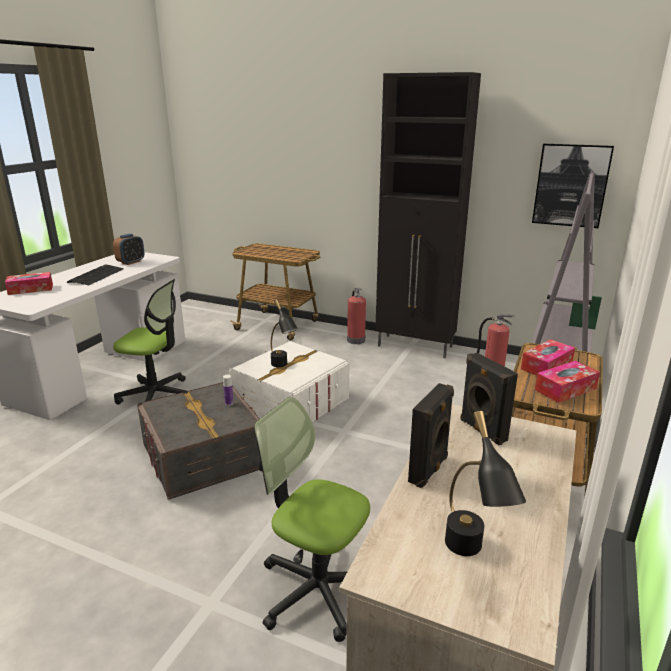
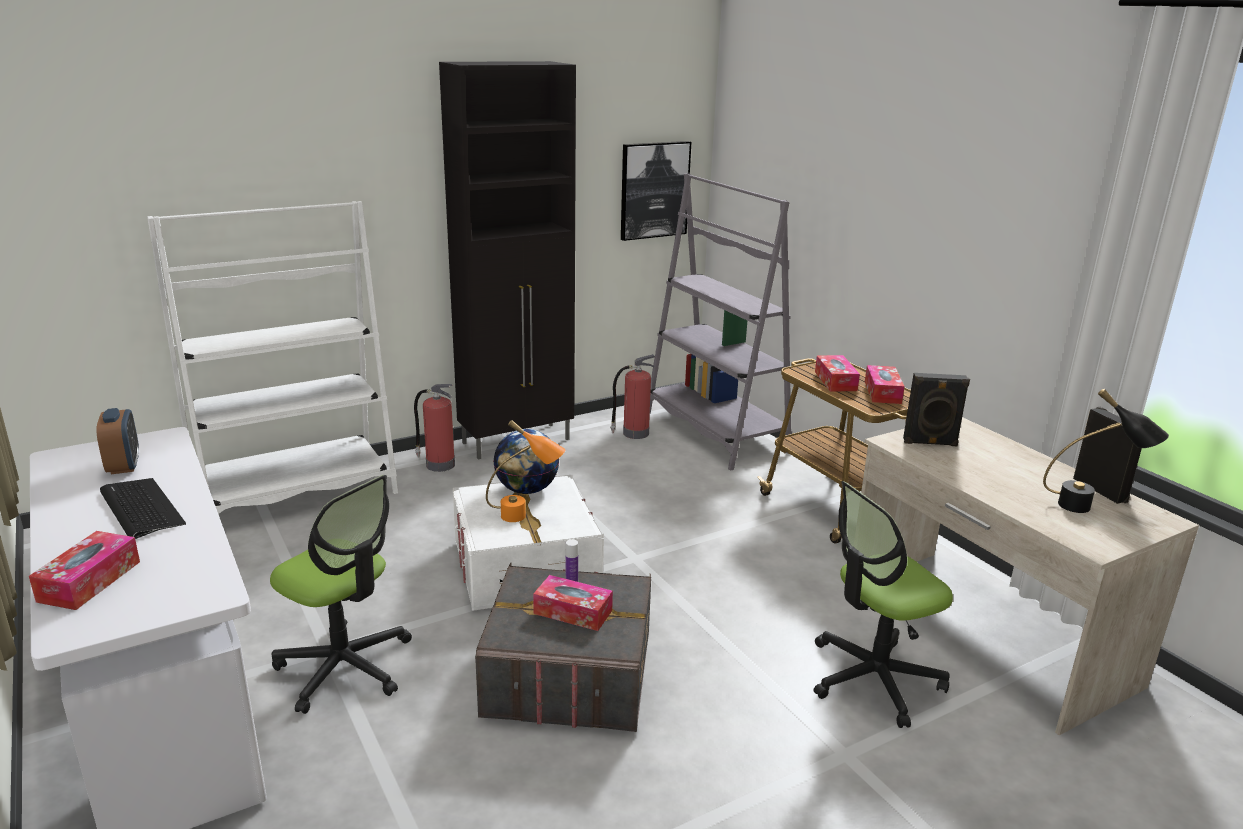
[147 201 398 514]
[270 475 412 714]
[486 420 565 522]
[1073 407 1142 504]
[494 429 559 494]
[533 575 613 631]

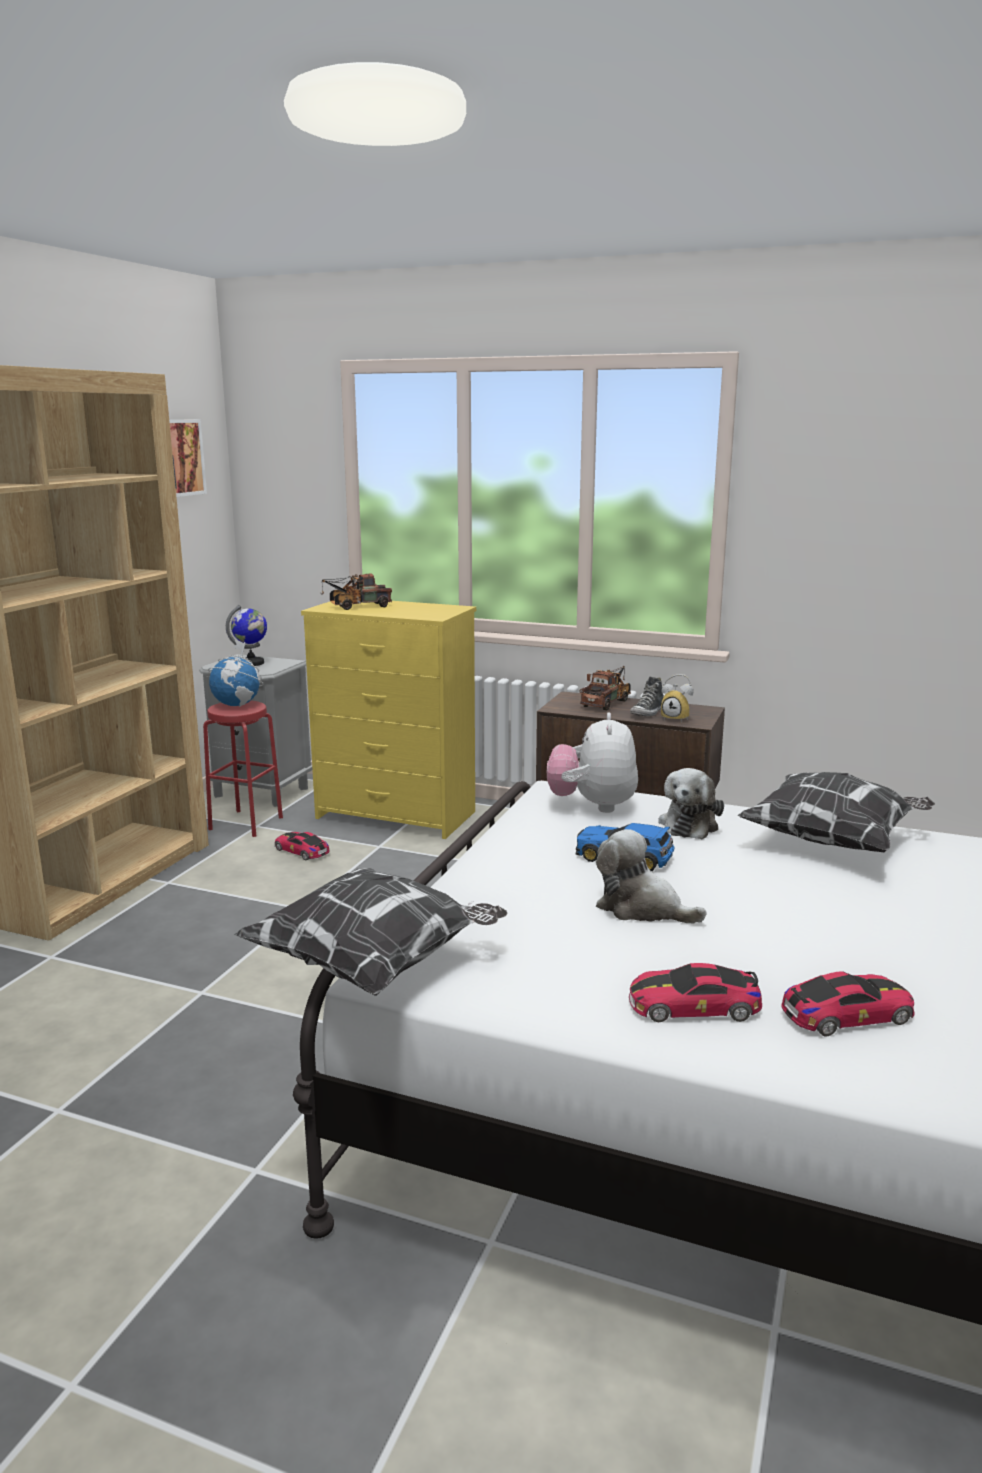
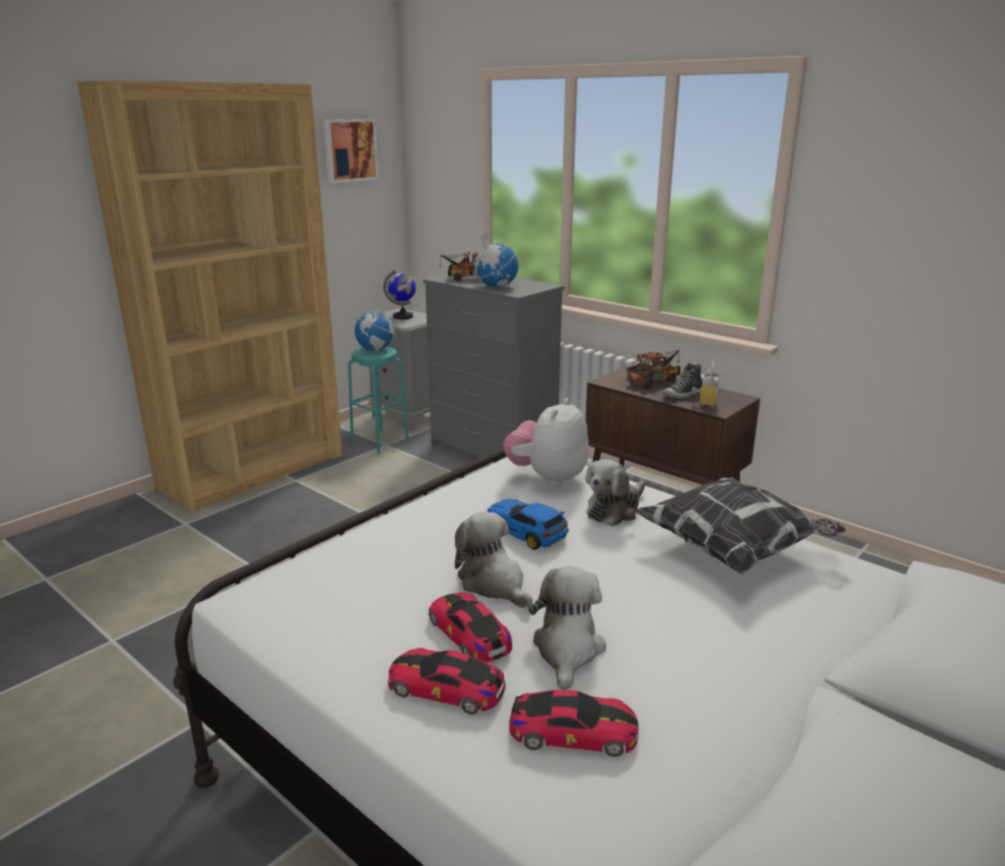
[423 274 564 461]
[691 362 719 408]
[348 347 409 454]
[429 592 512 663]
[234 868 508 996] (first image)
[474 231 518 287]
[529 566 606 690]

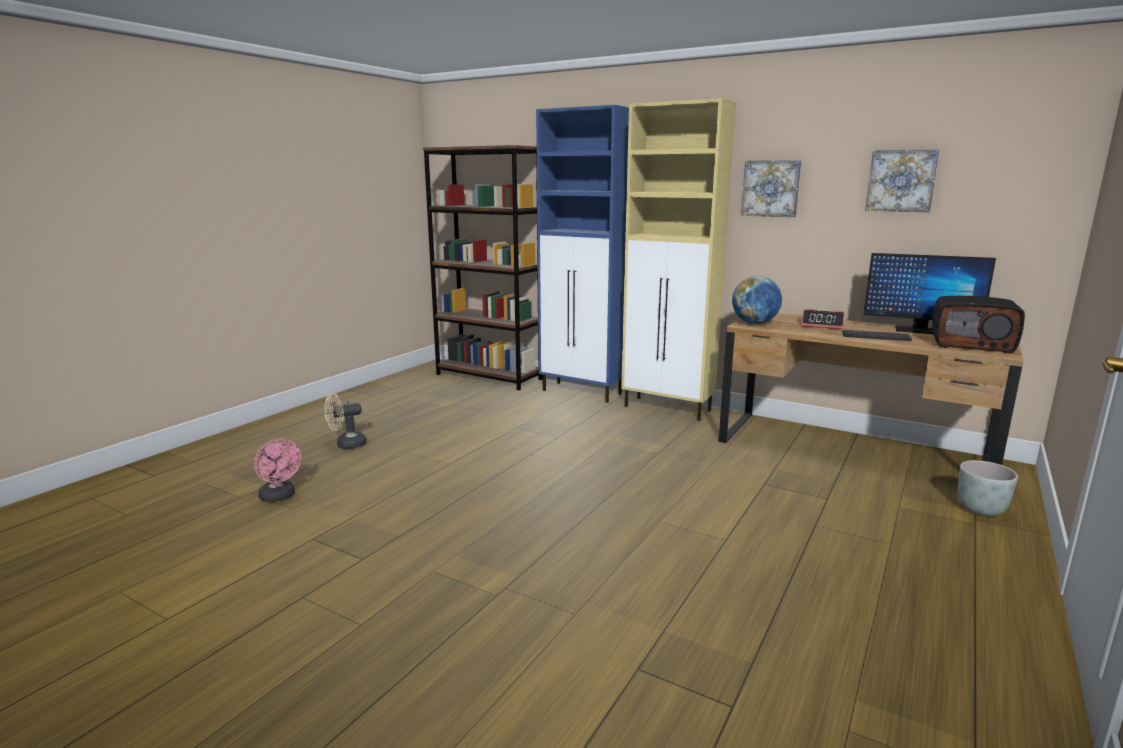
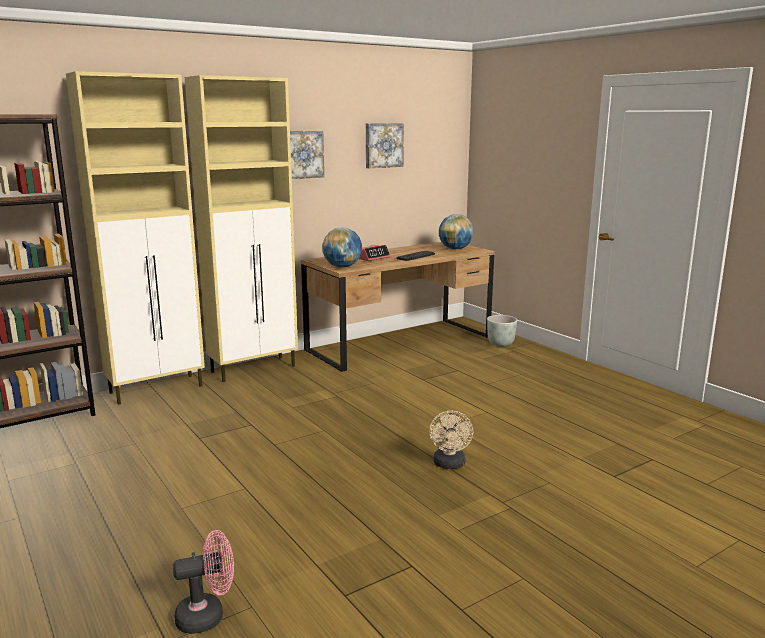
[66 71 205 405]
[864 253 996 334] (first image)
[439 214 474 249]
[429 411 473 469]

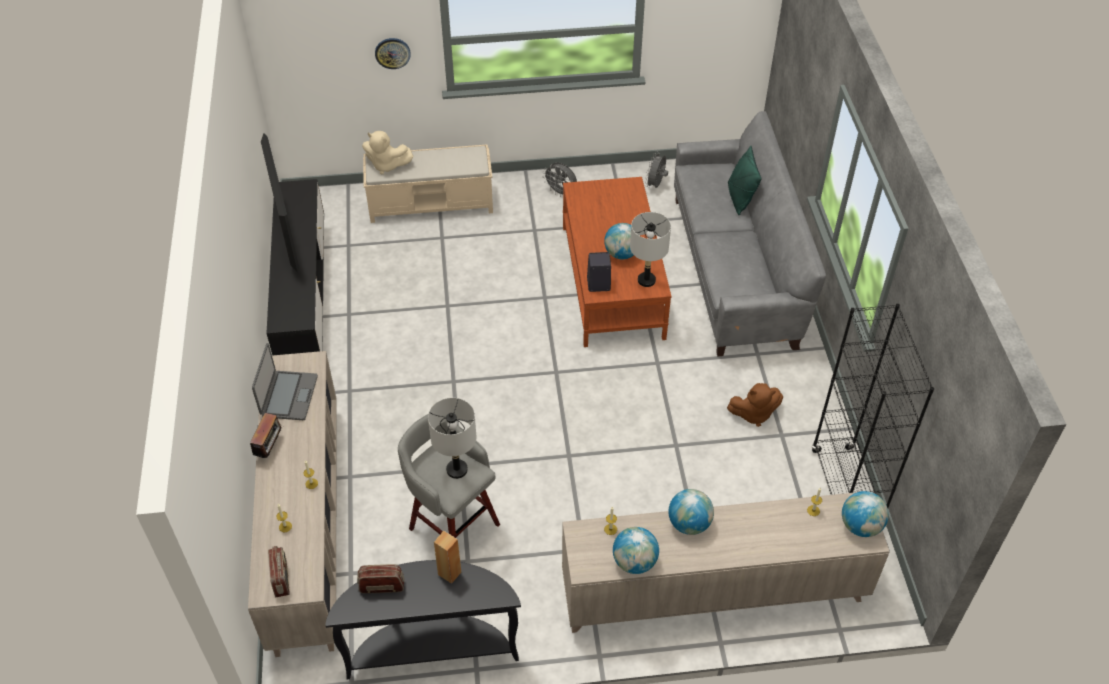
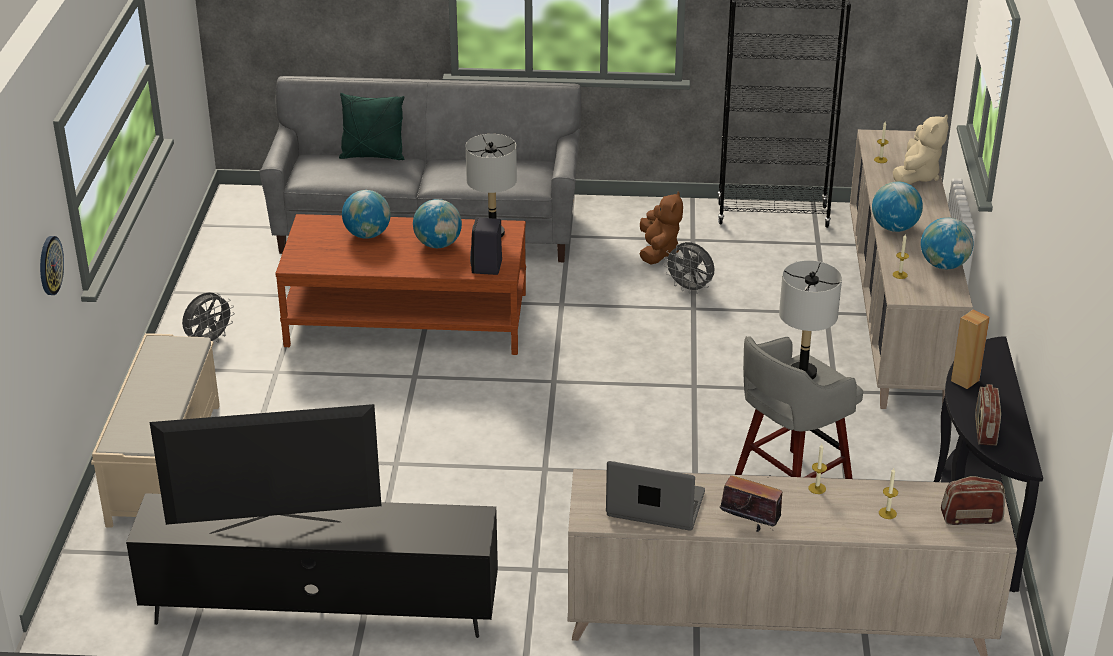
[893 114 949 184]
[663 242 714 294]
[342 190 391 239]

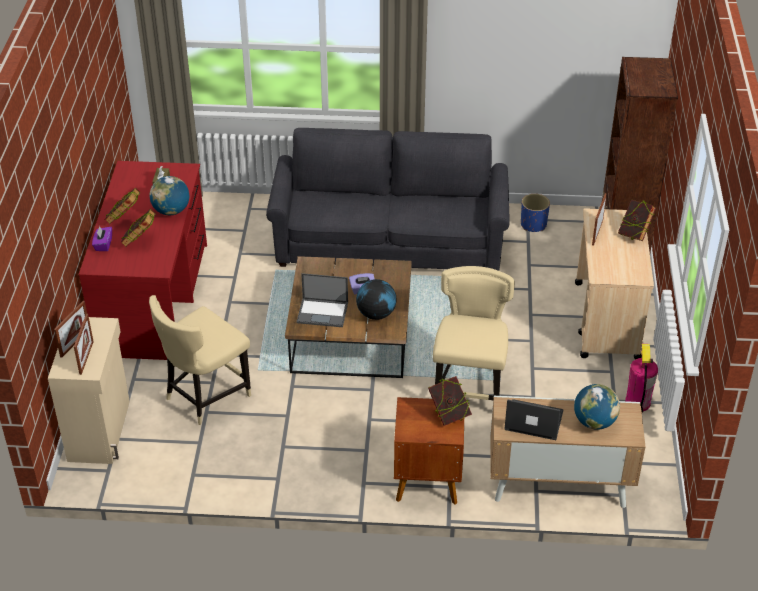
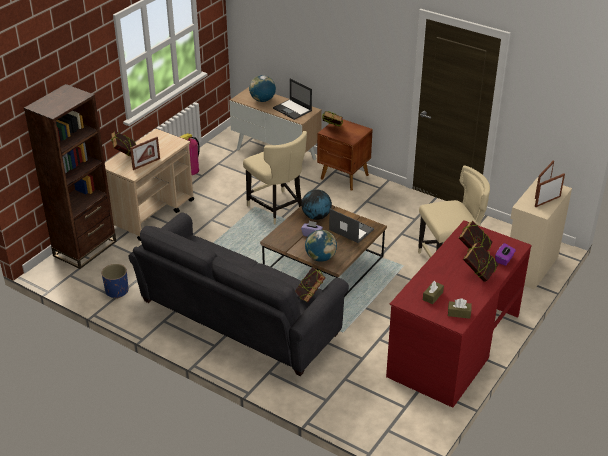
[305 230 337 262]
[243 131 307 225]
[295 267 325 303]
[448 298 472 319]

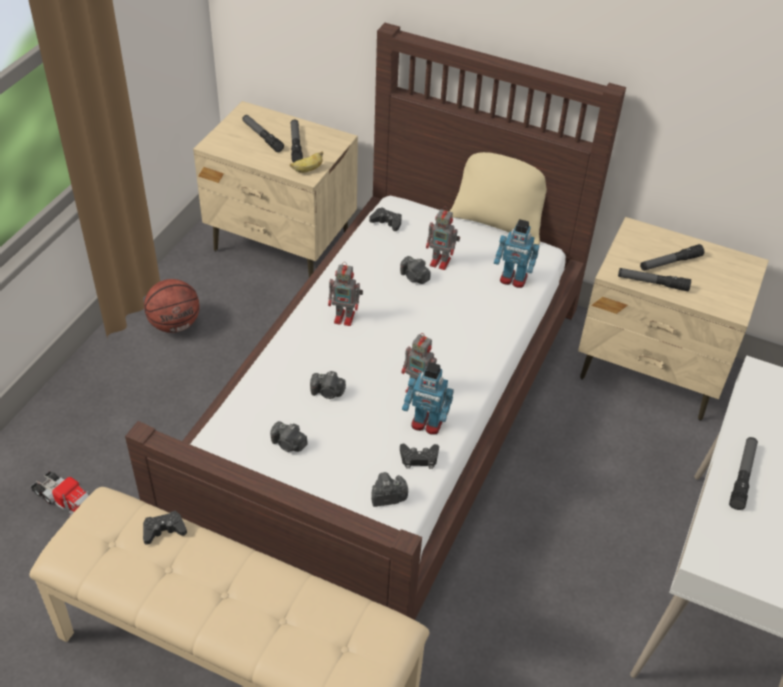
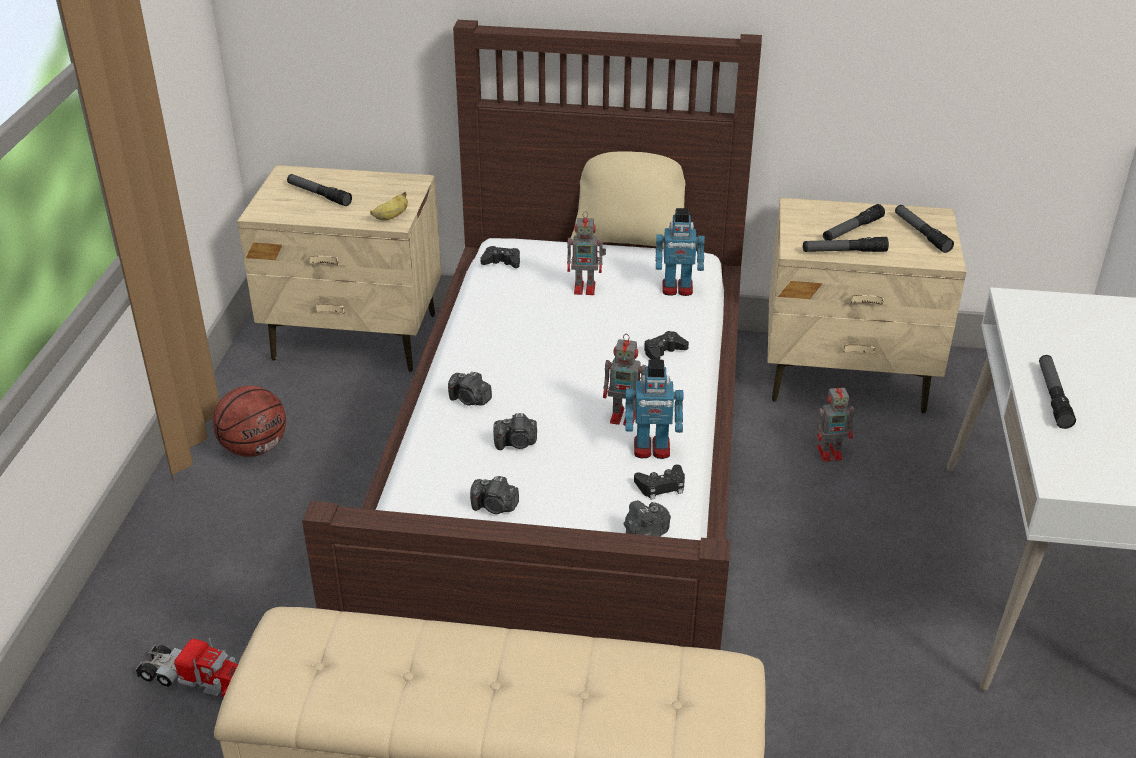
[895 205 954 253]
[448 371 492 406]
[817 383 854 462]
[644 331 689 360]

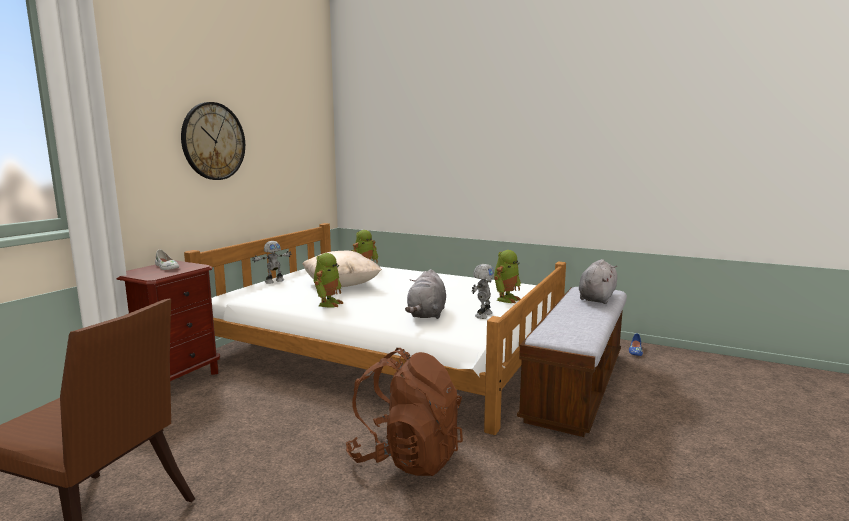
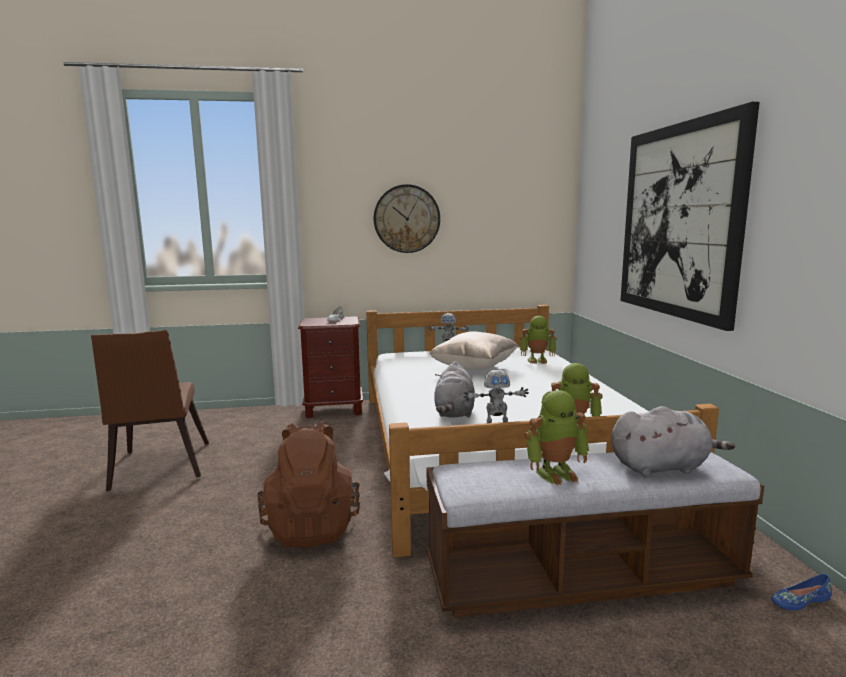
[524 390 590 485]
[434 361 475 418]
[620 102 760 331]

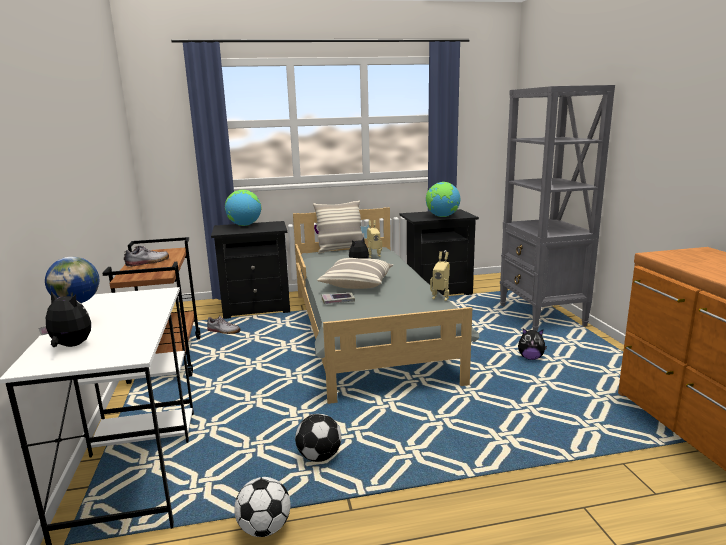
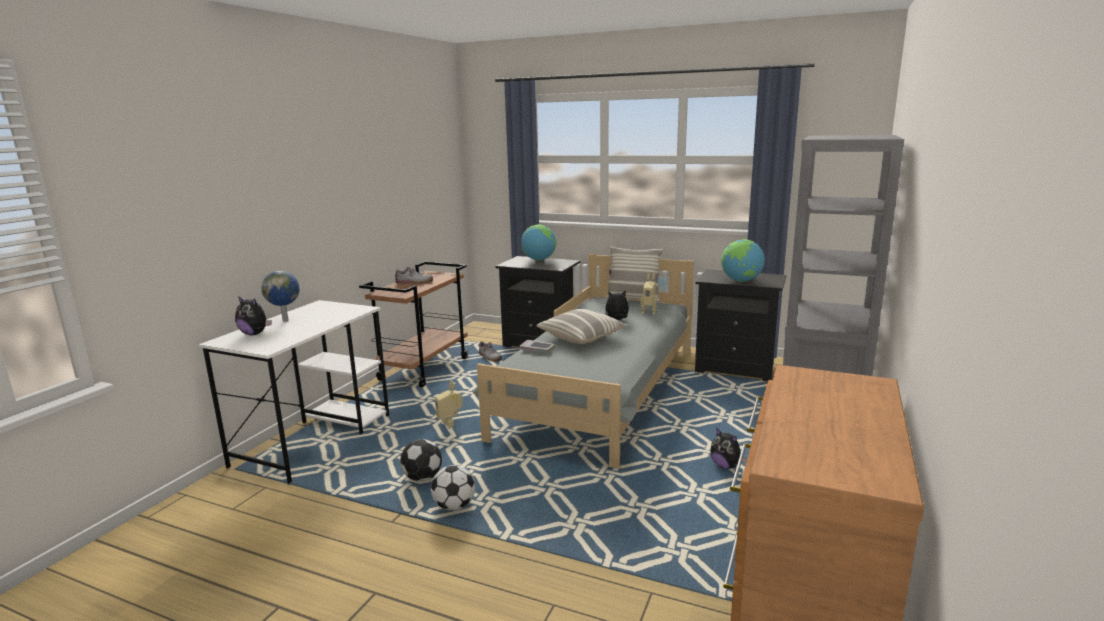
[435 380 463 429]
[235 296 272 335]
[431 465 475 511]

